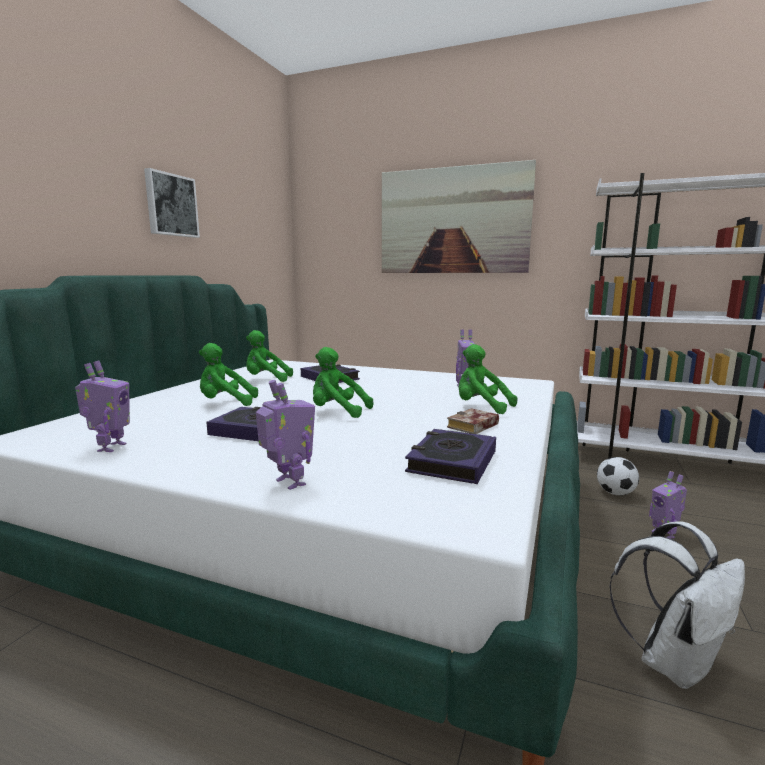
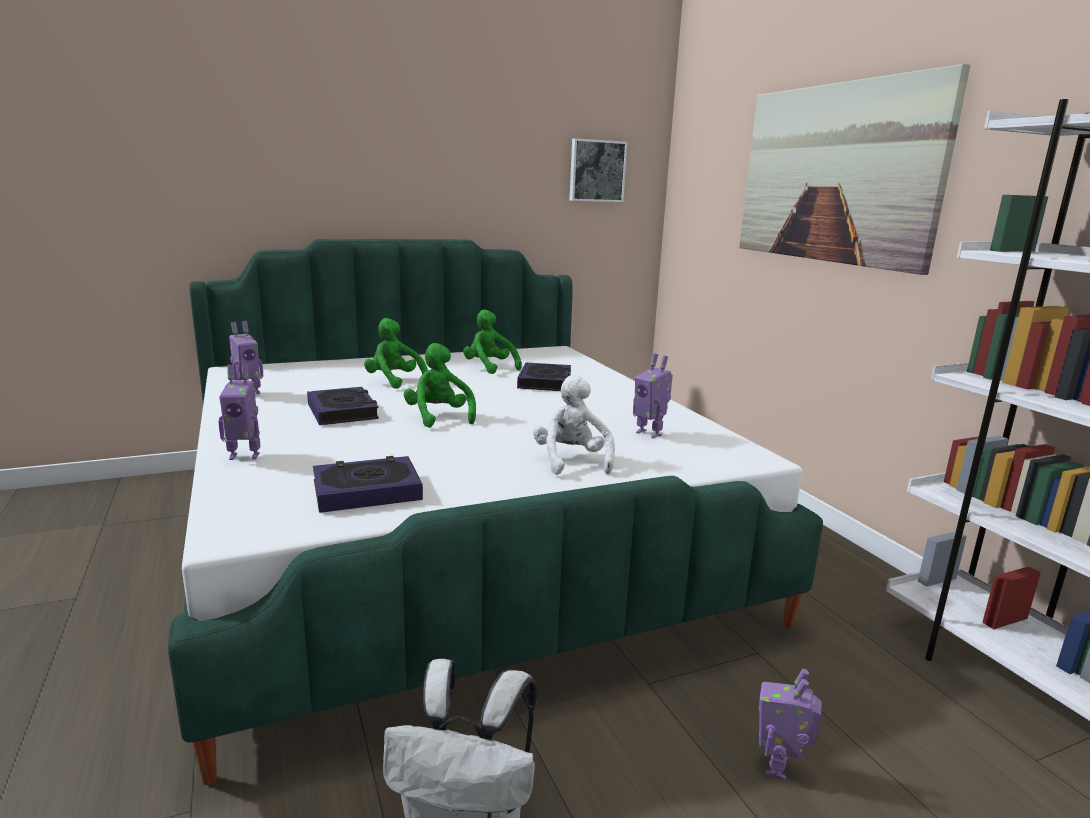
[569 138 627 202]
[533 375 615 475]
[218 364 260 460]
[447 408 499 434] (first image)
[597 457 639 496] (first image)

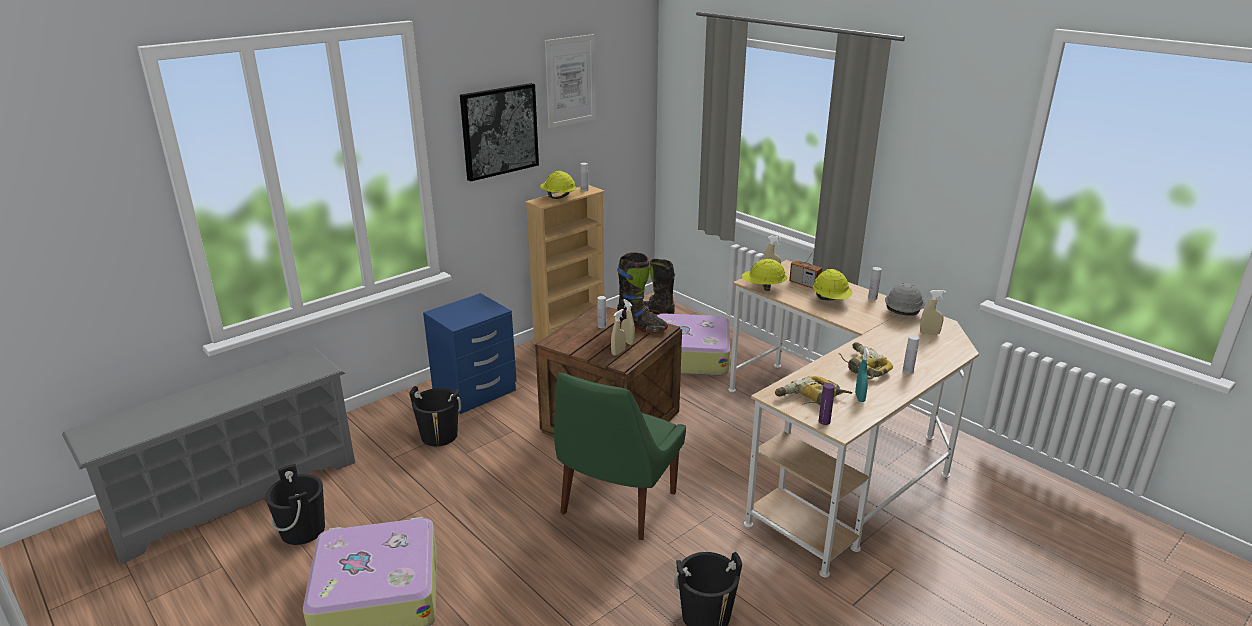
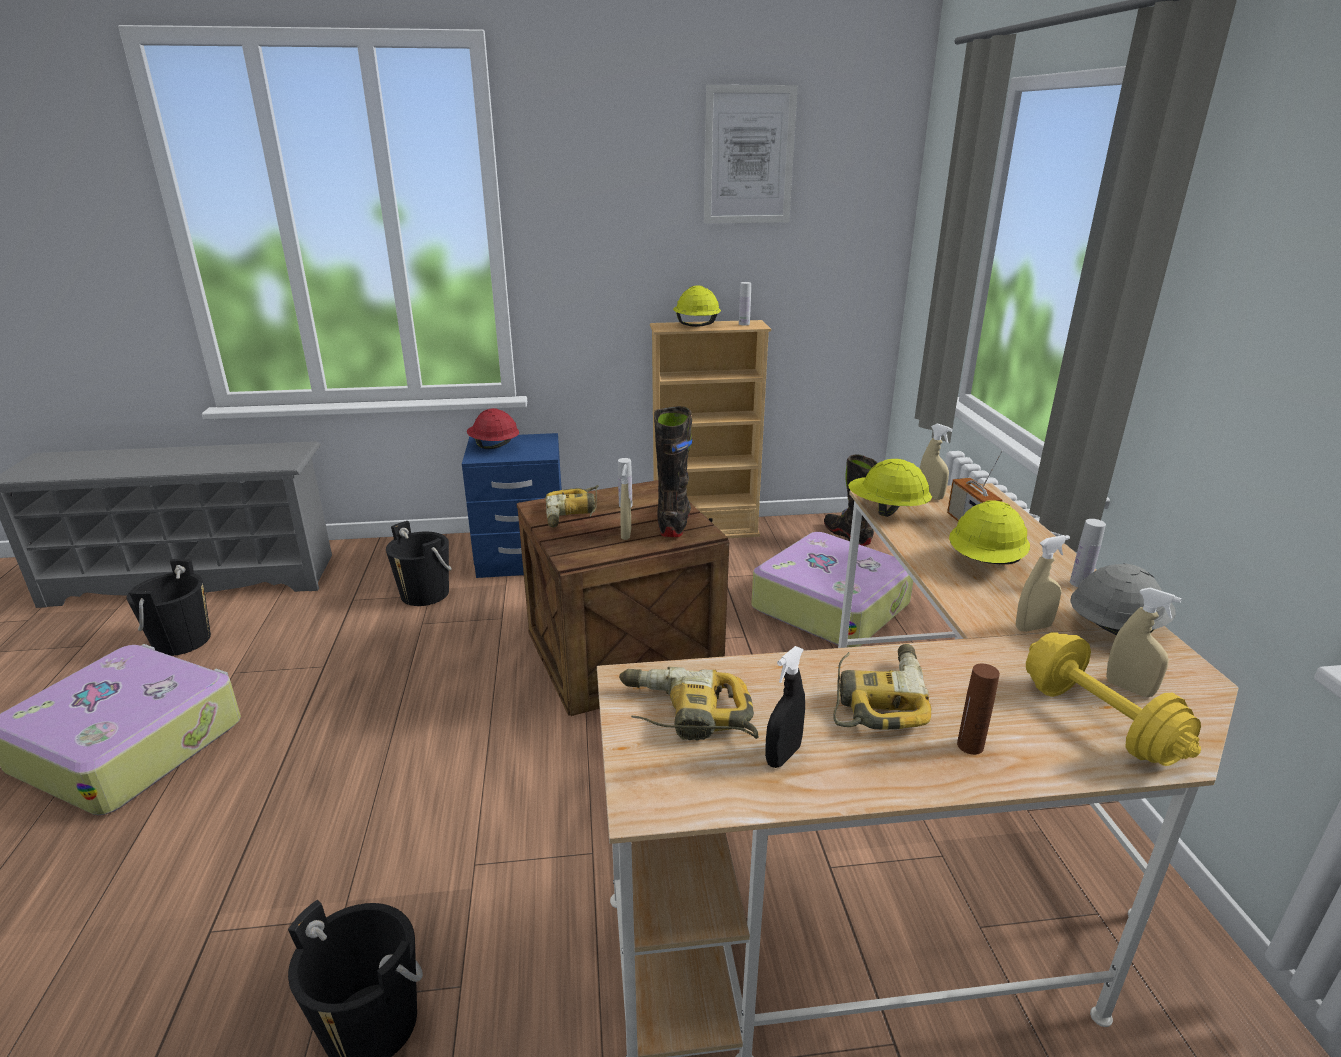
[460 83 539 182] (first image)
[654 406 693 537]
[1016 535 1070 632]
[957 664 1000 755]
[765 646 805 768]
[554 372 686 540] (first image)
[819 383 835 425] (first image)
[467 408 519 449]
[545 485 598 527]
[1026 632 1201 766]

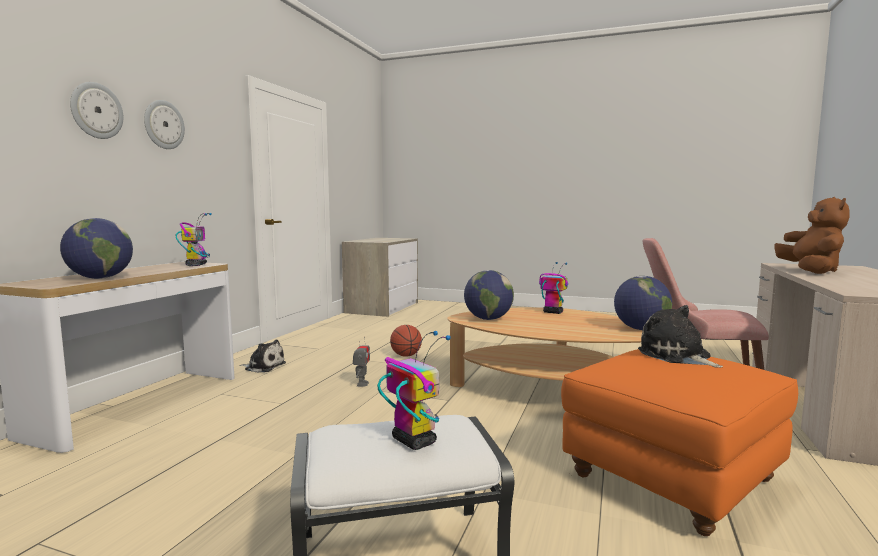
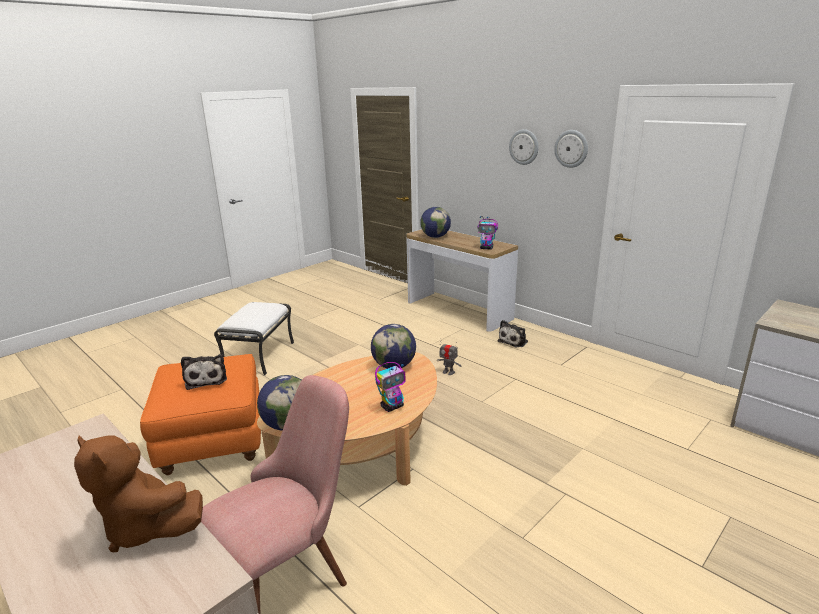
[554 130 588 168]
[181 354 227 390]
[390 325 422 357] (first image)
[377 331 451 450] (first image)

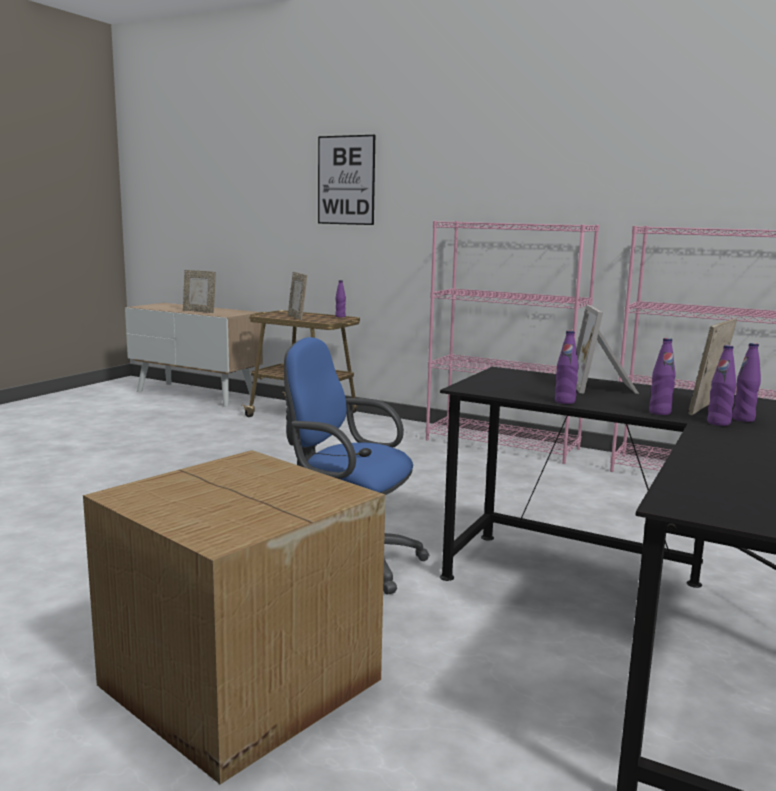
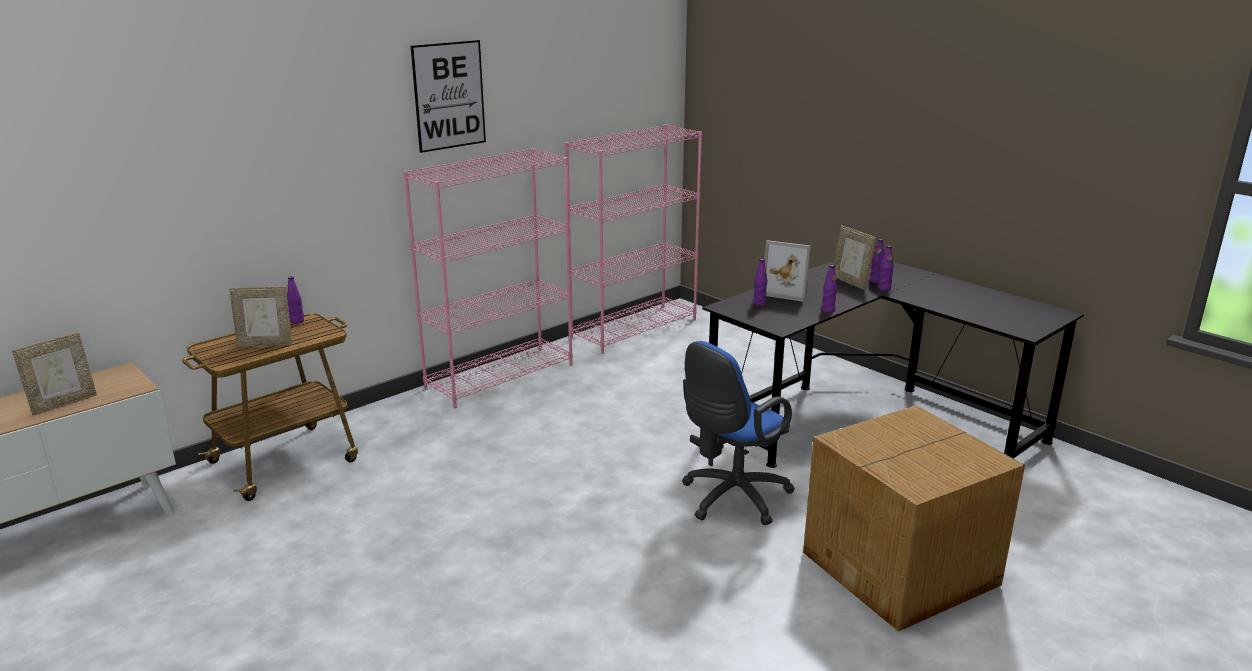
[411 40 486 153]
[753 259 768 306]

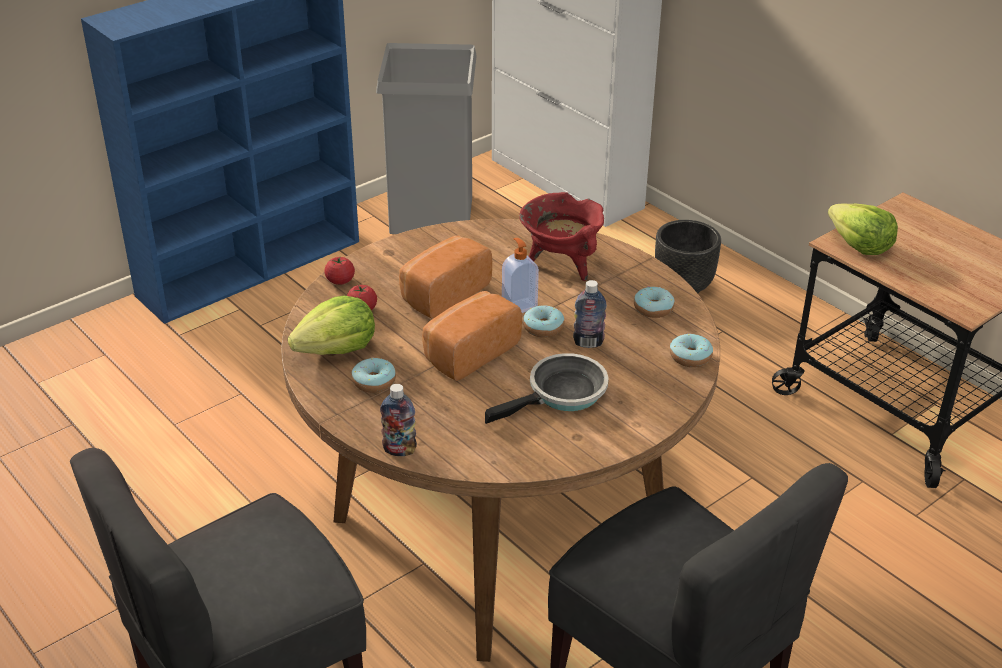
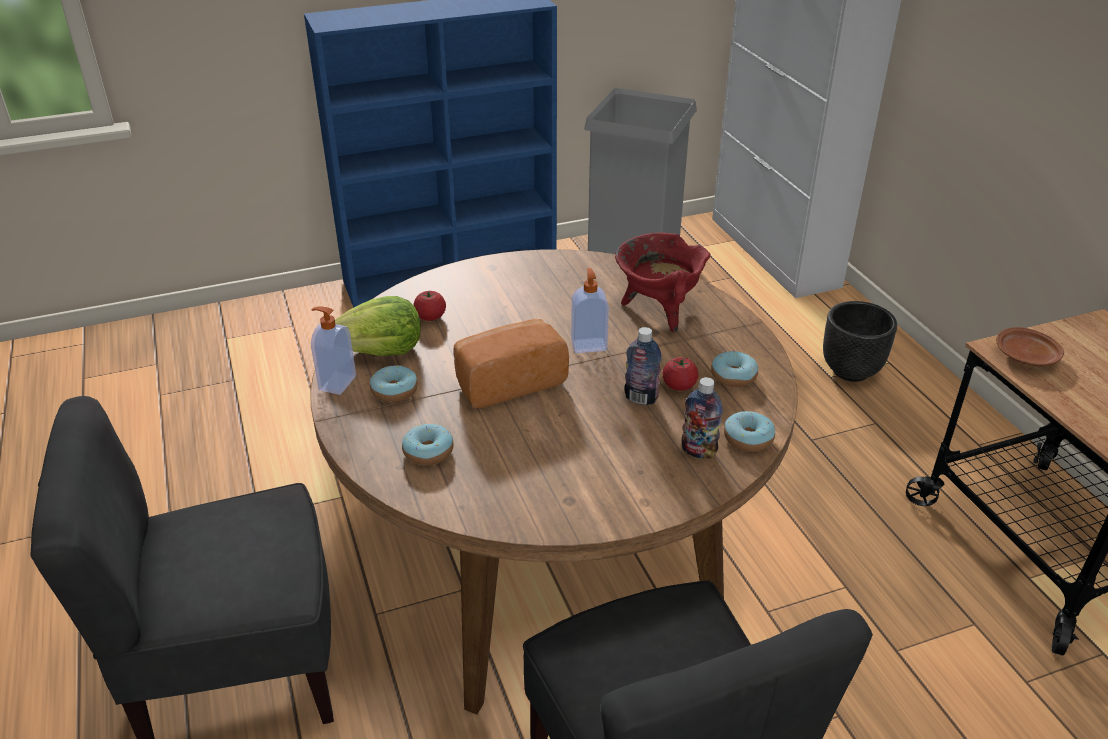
[996 327 1064 367]
[399 235 492 318] (first image)
[662 357 699 391]
[402 424 454 466]
[485 353 609 424] (first image)
[681 377 723 459]
[311 306 356 395]

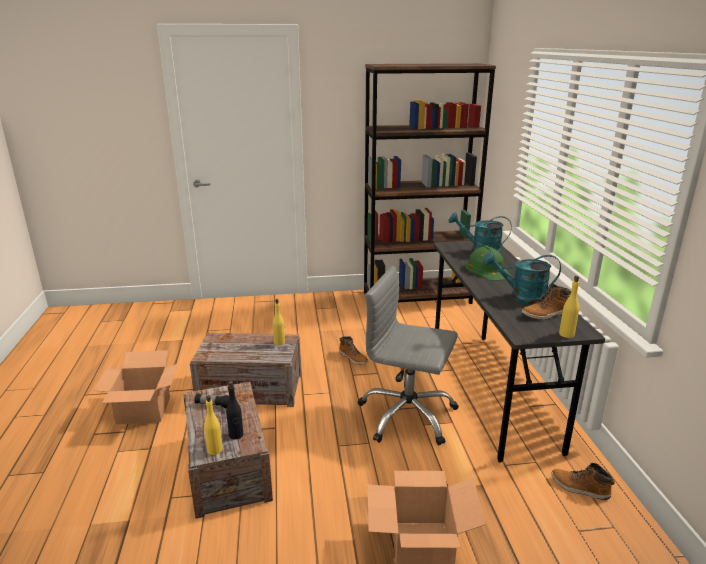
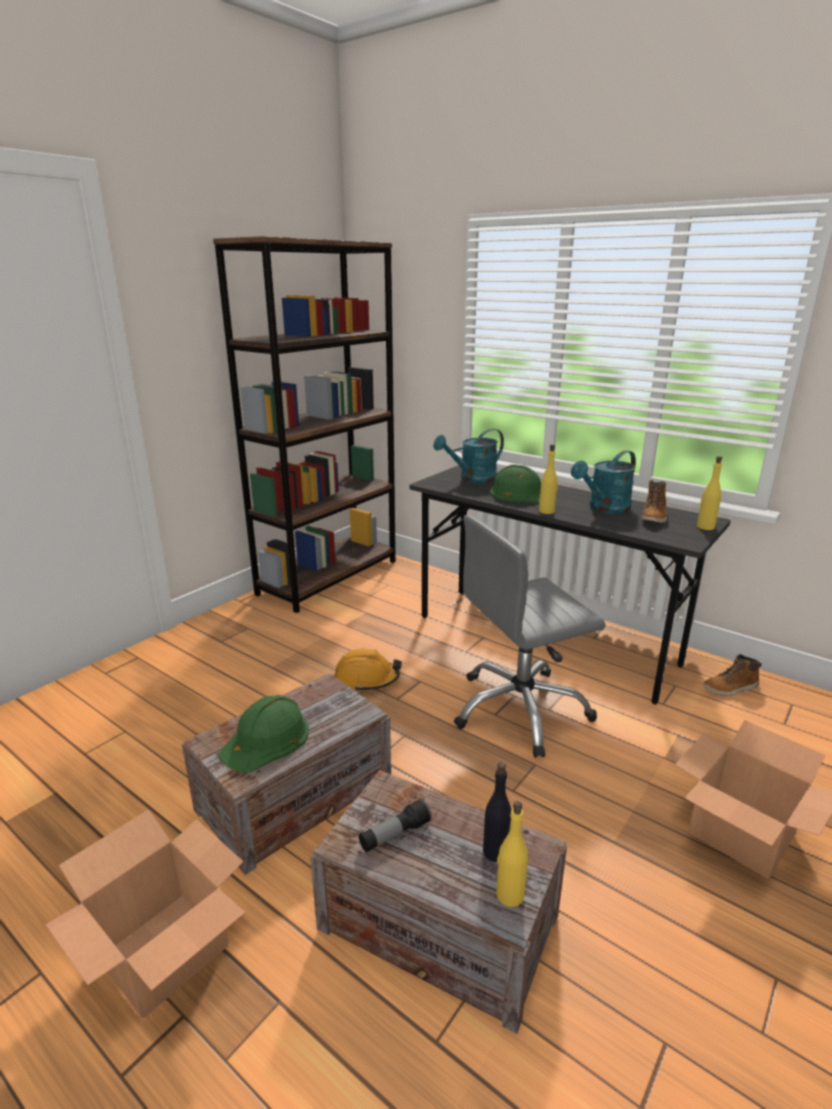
[539 444 558 514]
[335 649 402 692]
[218 695 309 773]

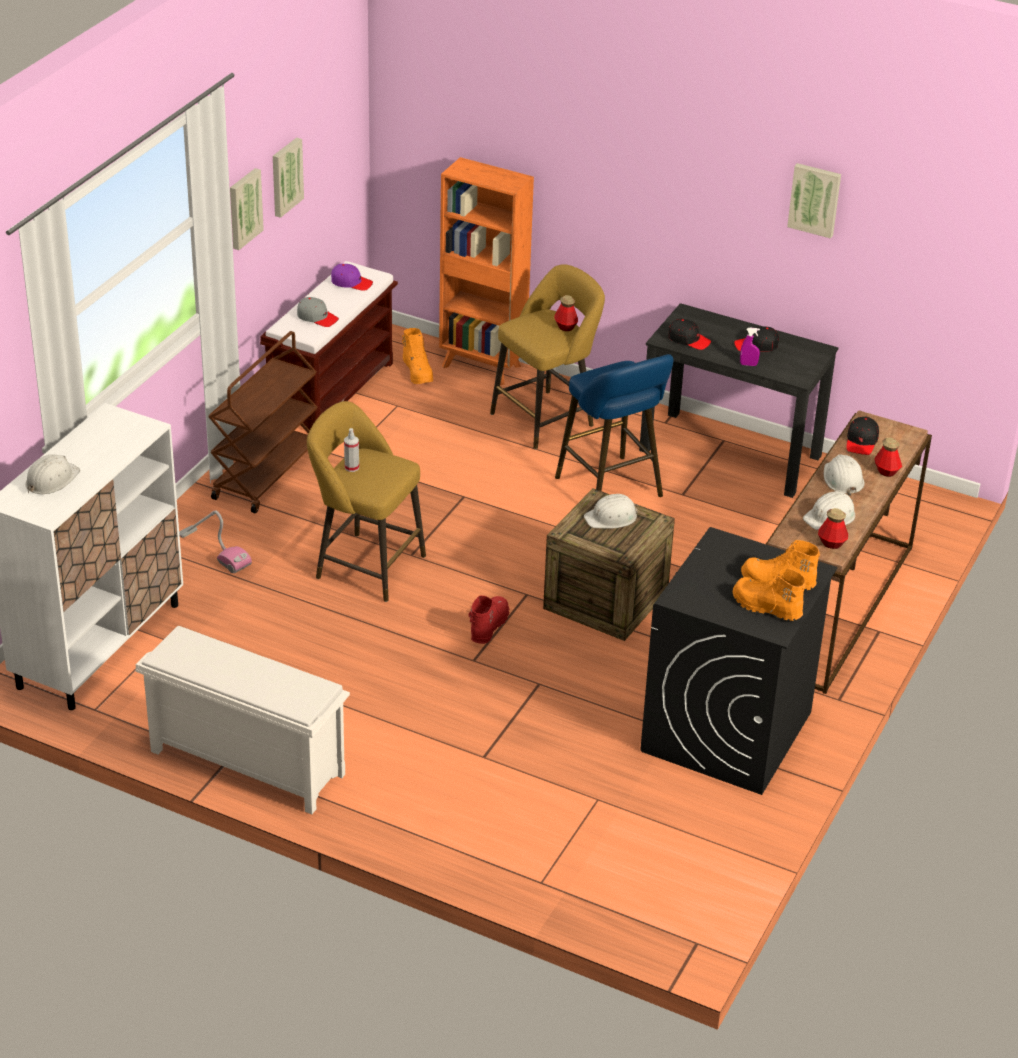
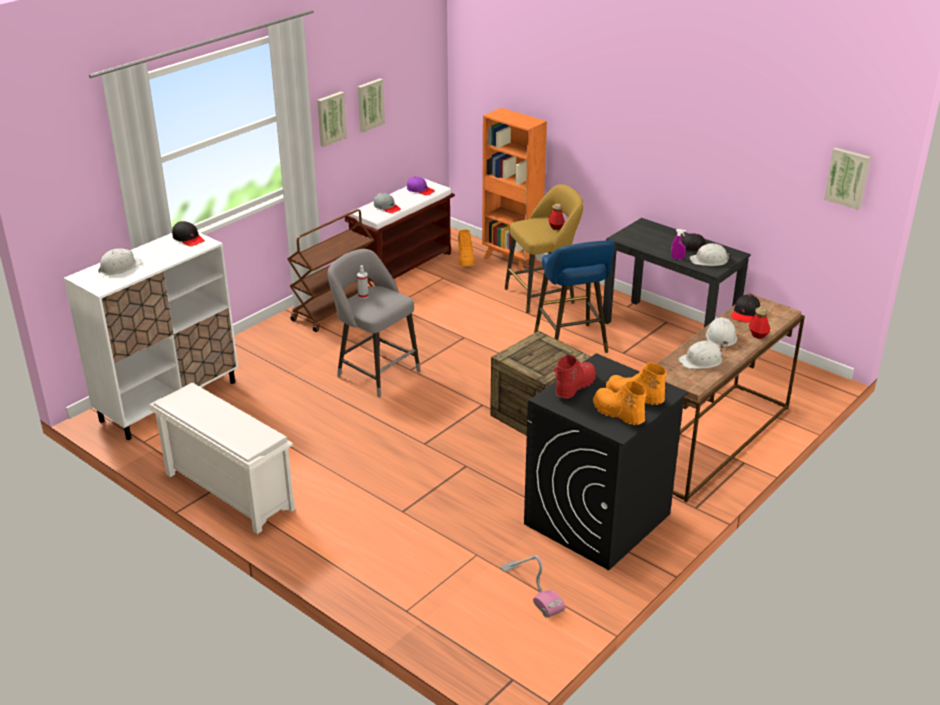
[824 147 871 210]
[172 221 205 246]
[328 249 420 398]
[690 243 730 266]
[818 508 848 549] (first image)
[500 555 565 618]
[554 355 596 399]

